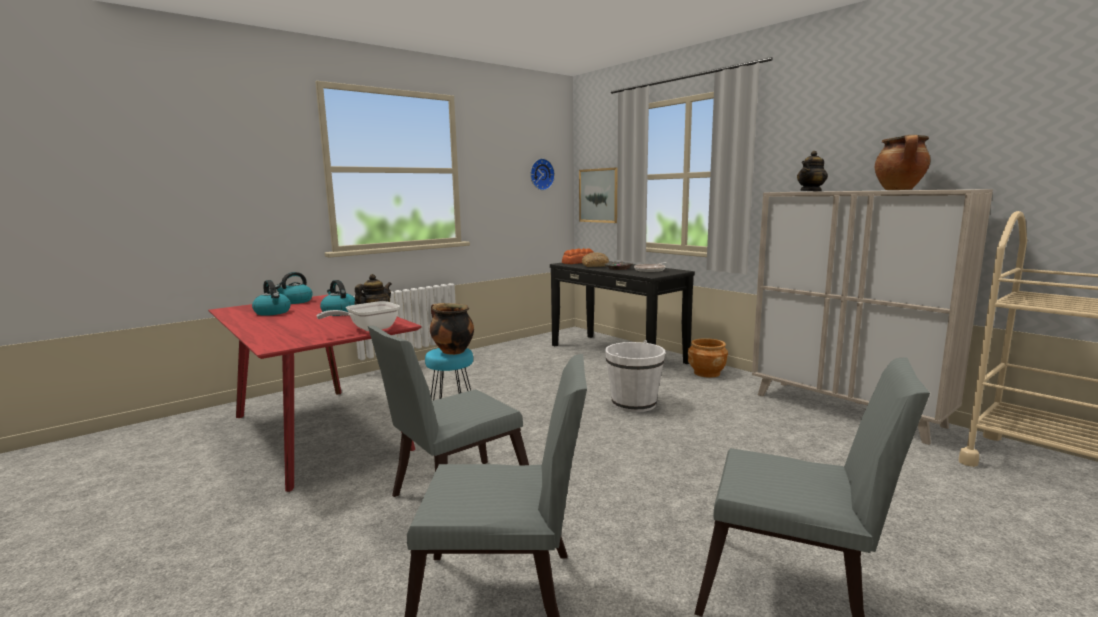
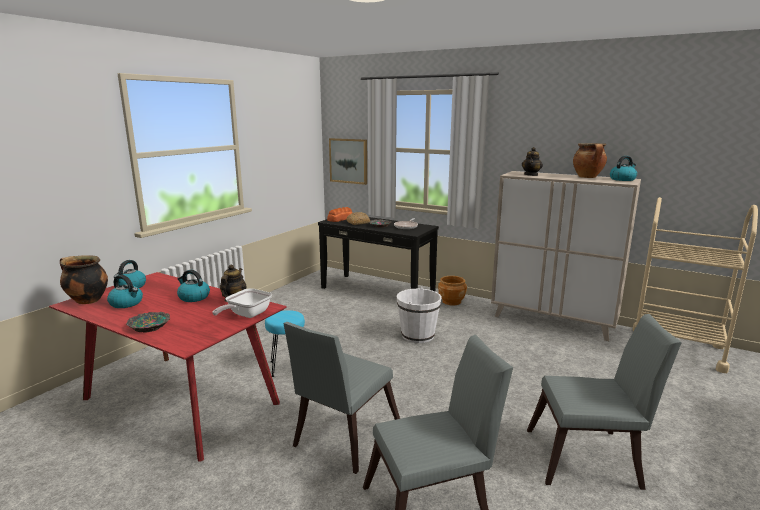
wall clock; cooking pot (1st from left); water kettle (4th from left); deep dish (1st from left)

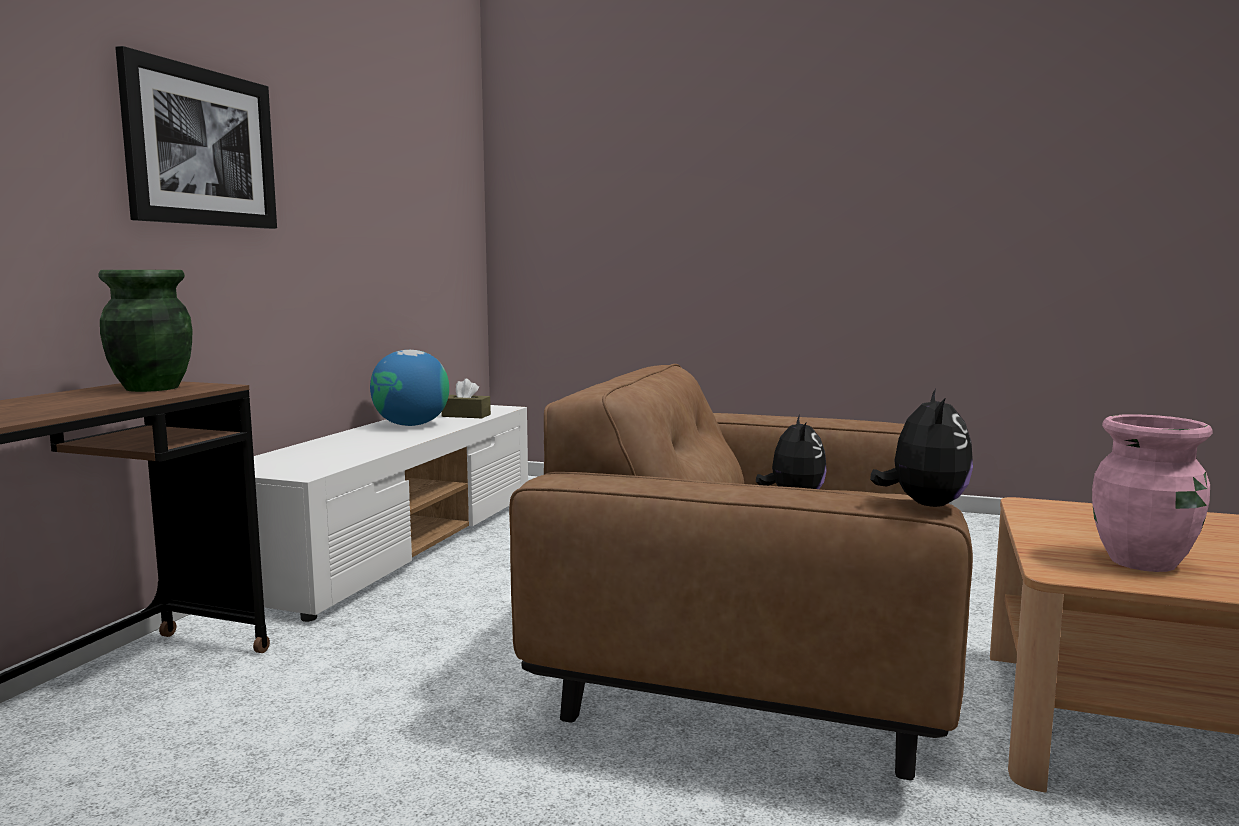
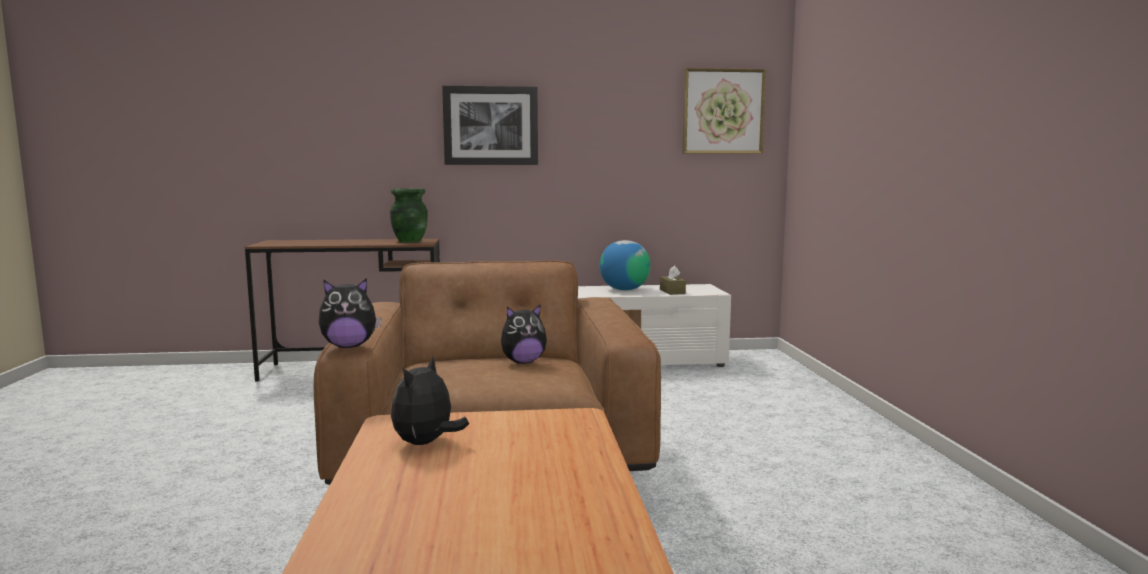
soft toy (2nd from left); wall art (2nd from left)

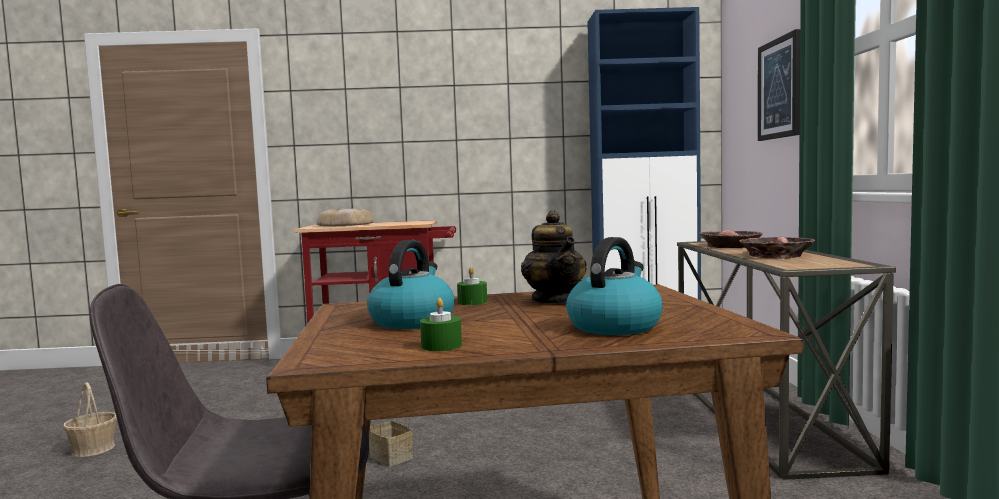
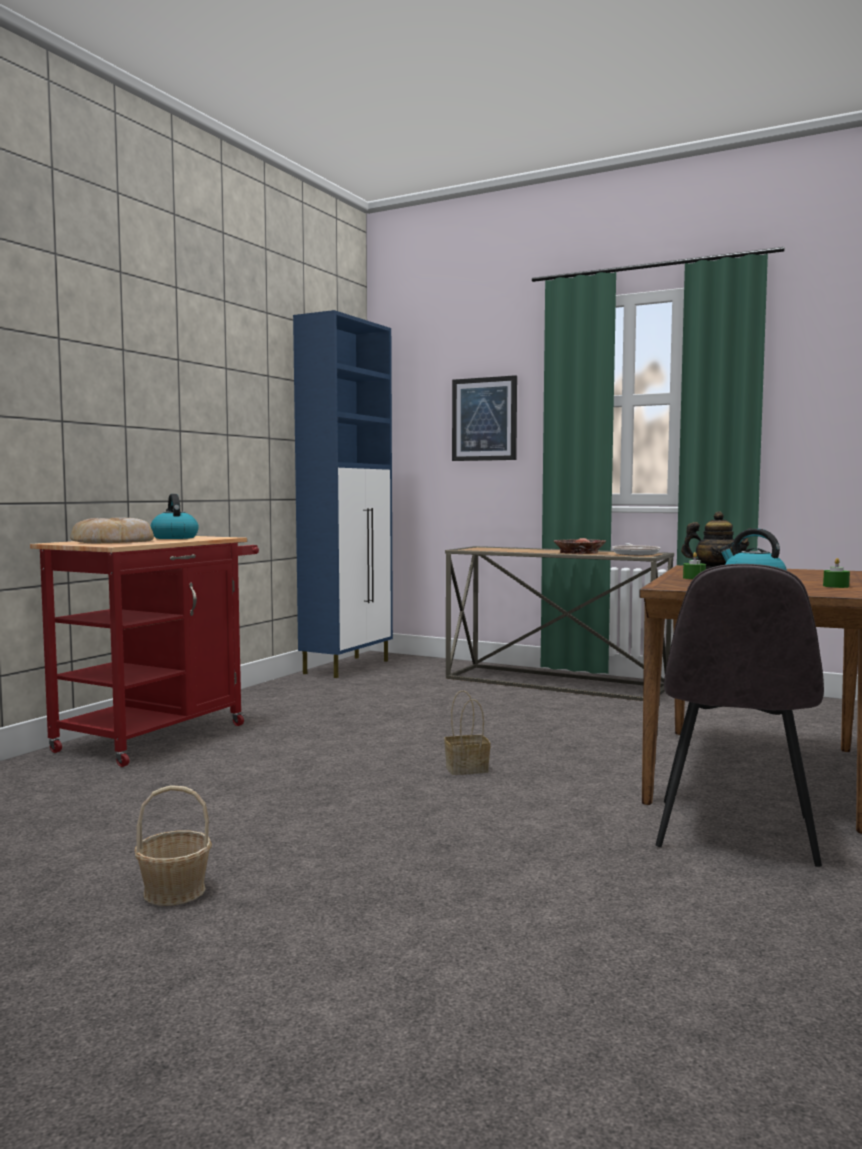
deep dish (1st from left in the first image); water kettle (1st from left); frying pan

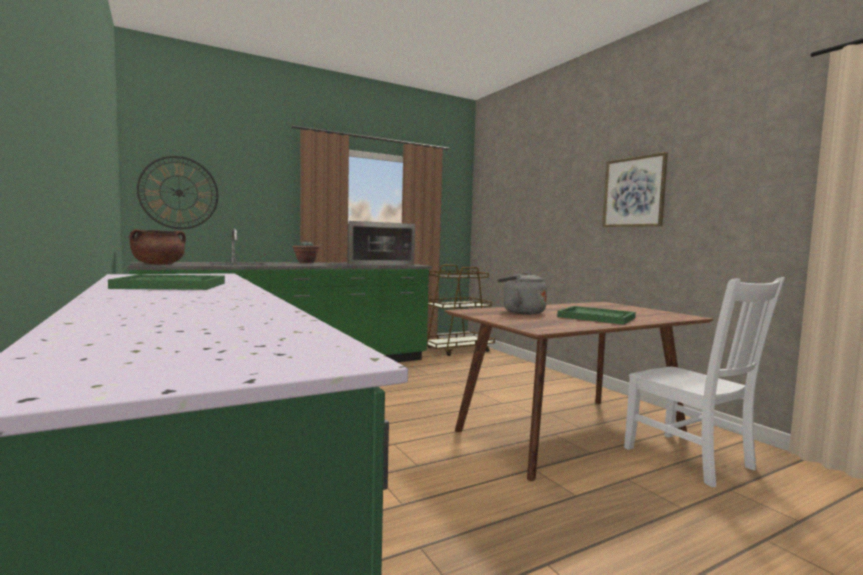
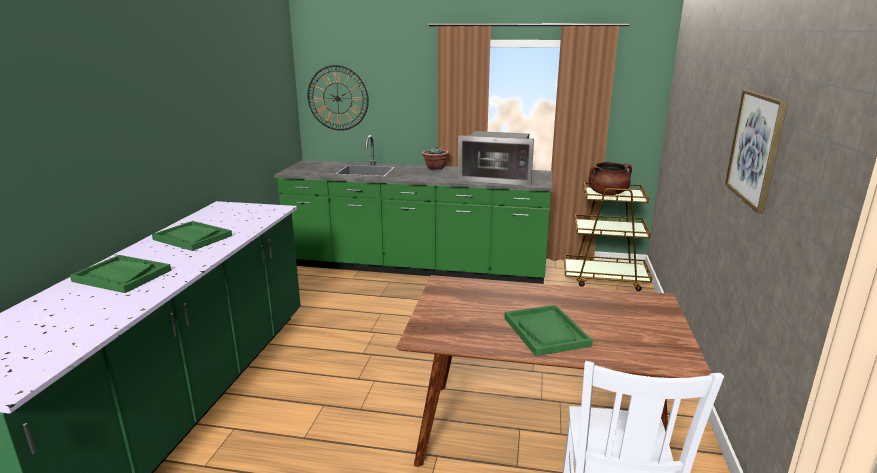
brown-coloured cooking pot; greyish water kettle; green-coloured carrying tray (1st from left)

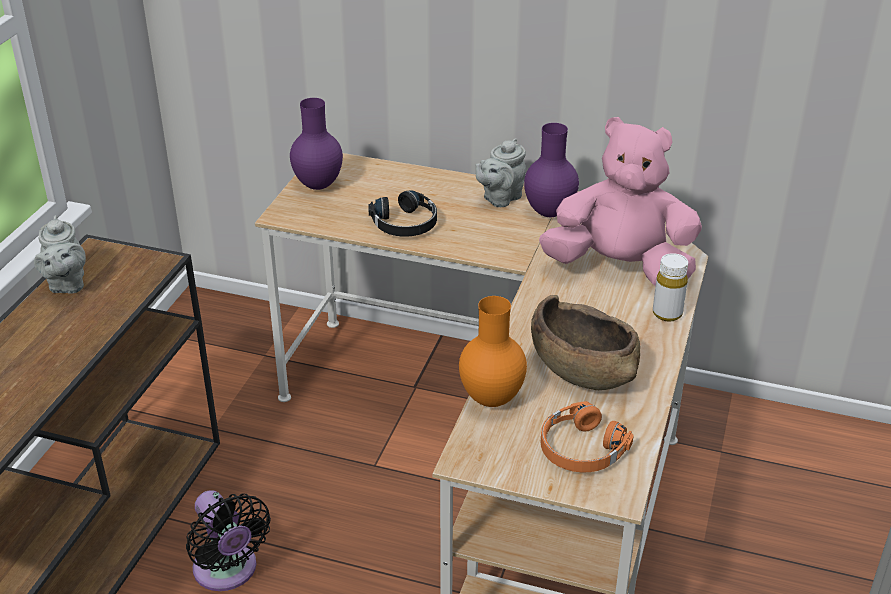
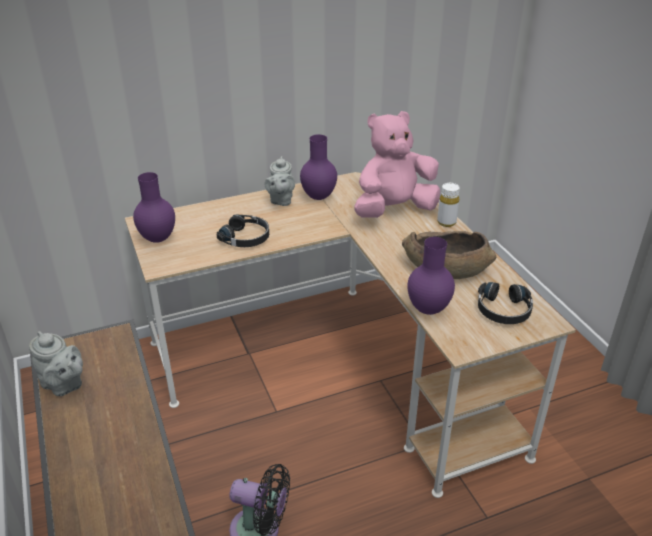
purple-coloured vase (3rd from left); black-coloured headphones (2nd from left)

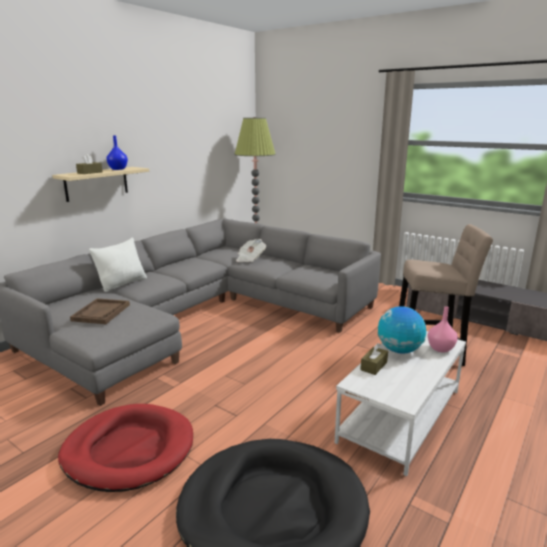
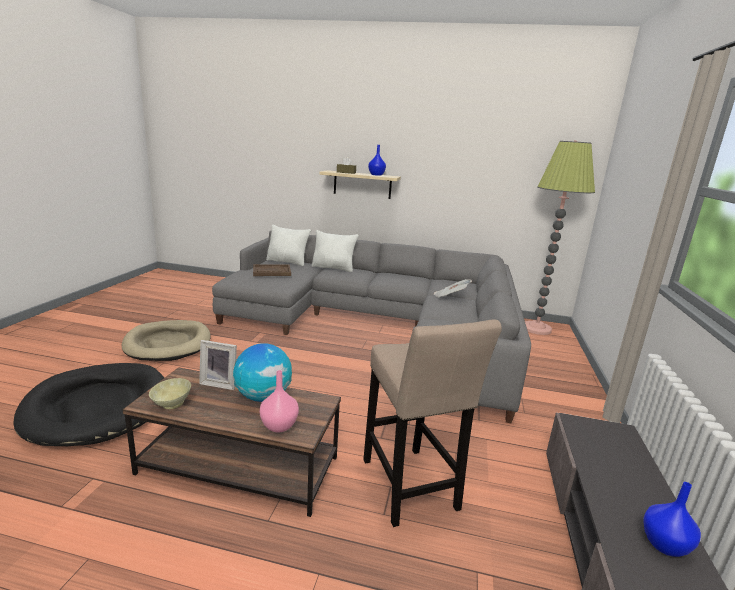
brown-coloured low table; photo frame; beige dog cushion; whitish pillow (1st from left); beige deep dish; blue vase (2nd from left)

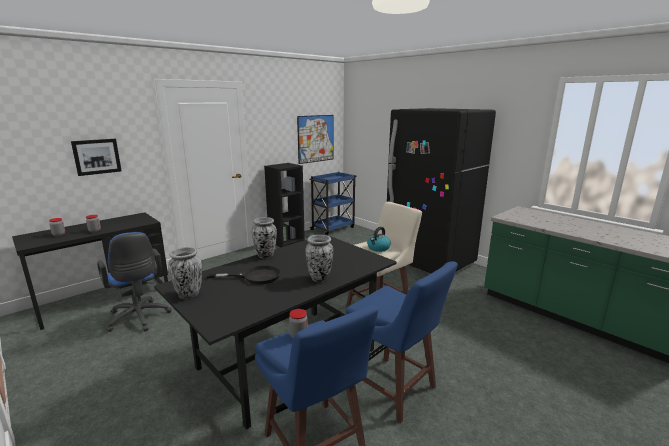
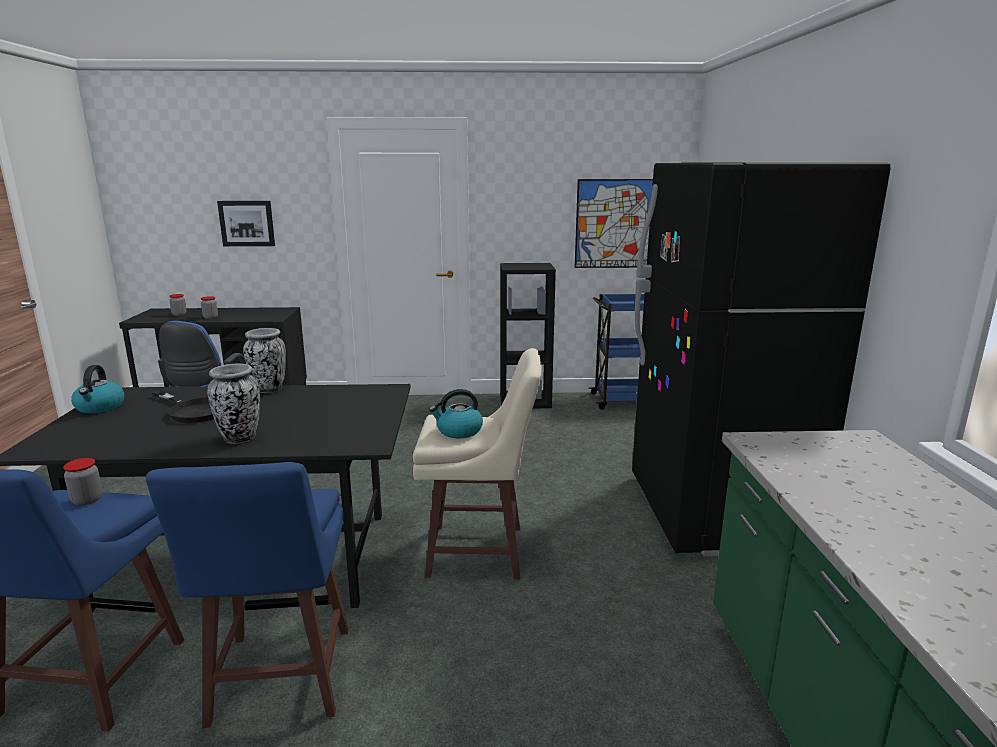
water kettle (1st from left)

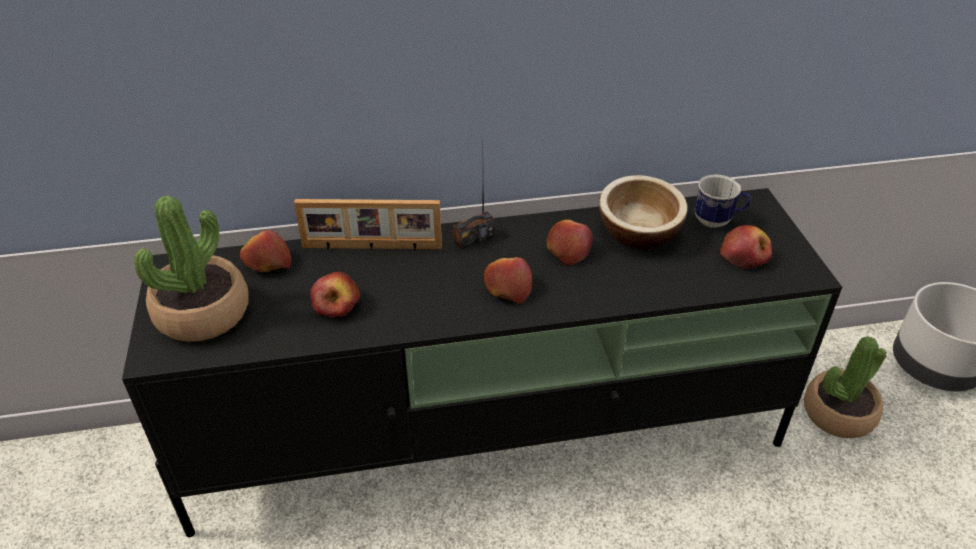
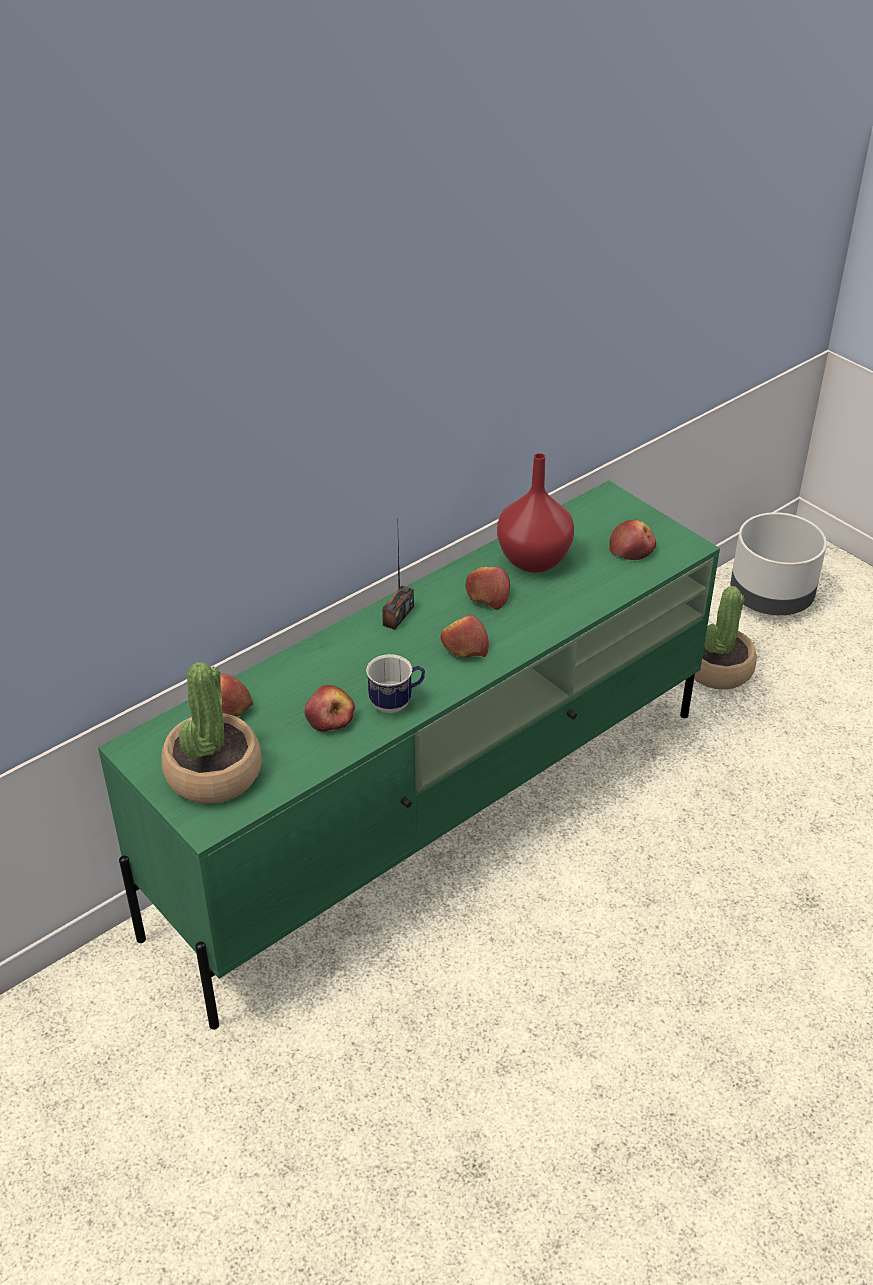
red vase; tea mug; green-coloured tv unit; photo frame

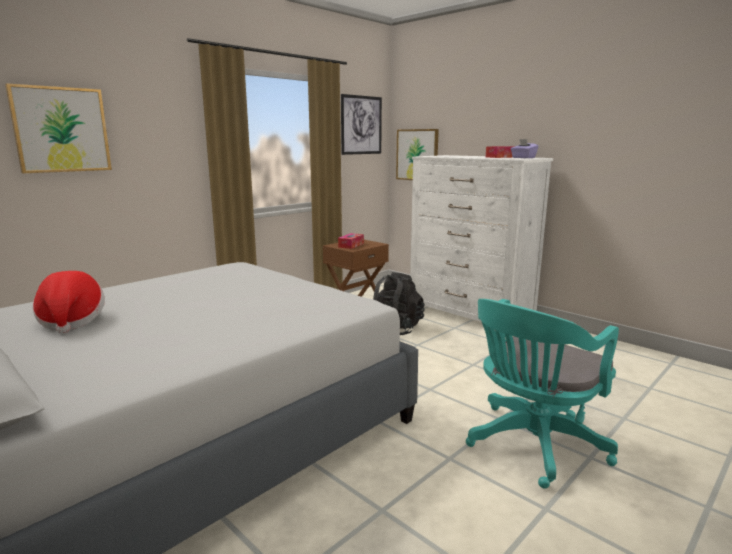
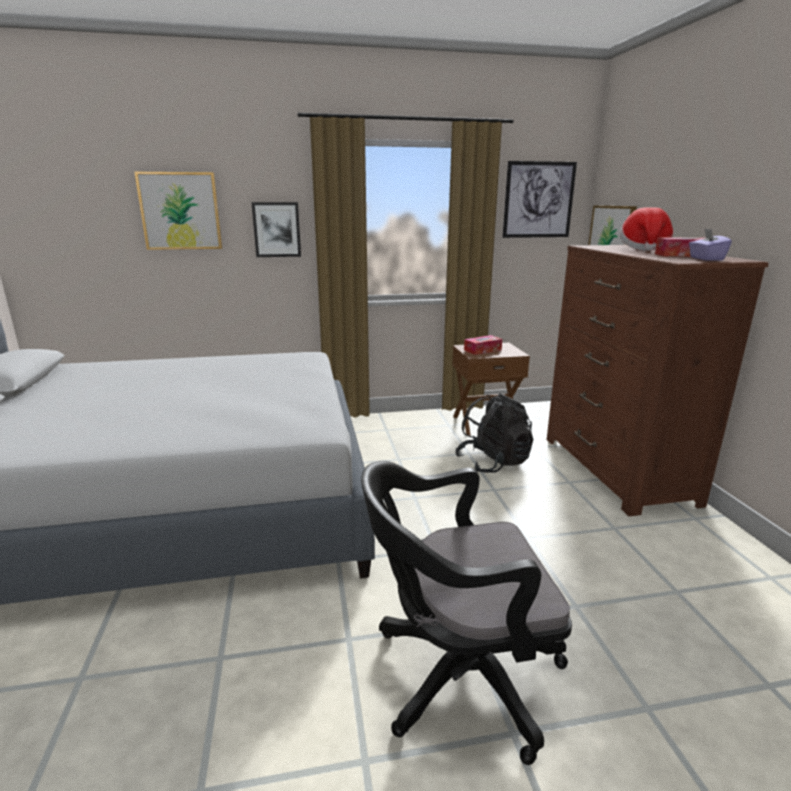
brown-coloured dresser; hat; black-coloured computer chair; wall art (2nd from left)

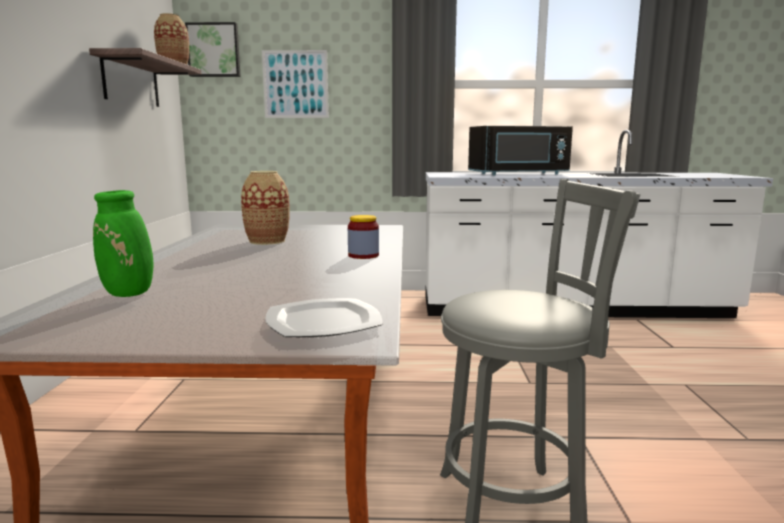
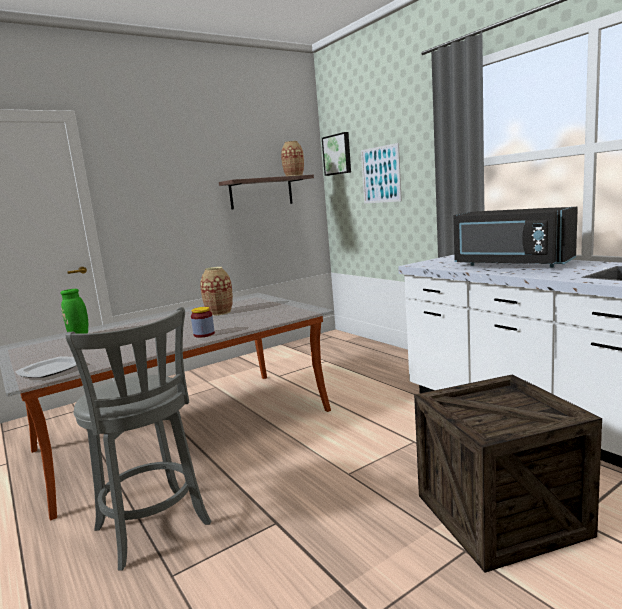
packing crate

